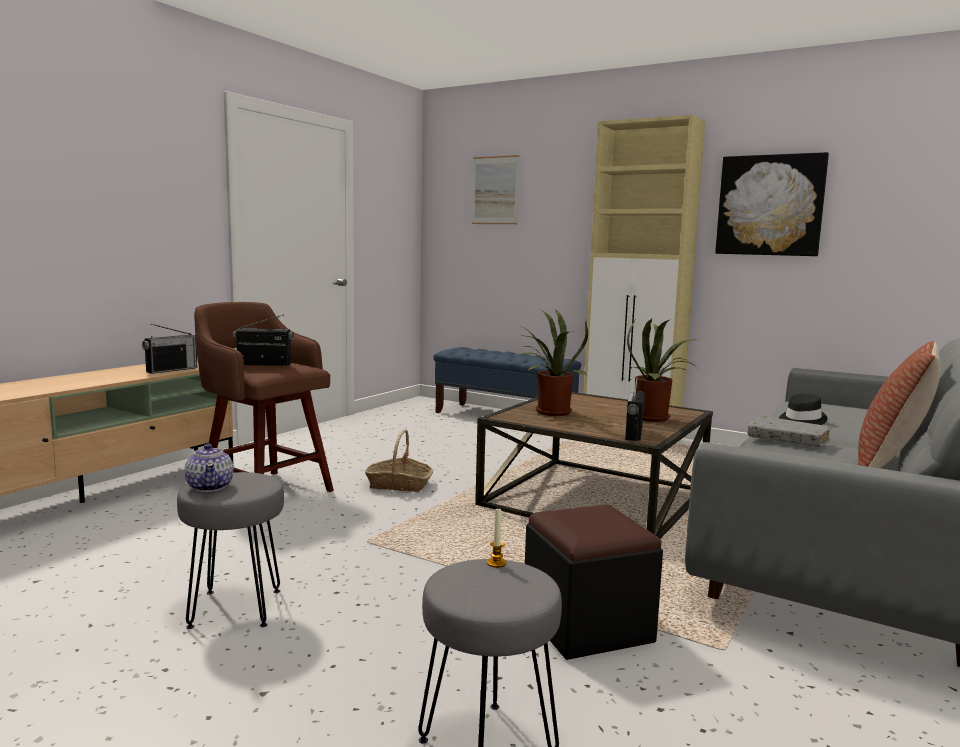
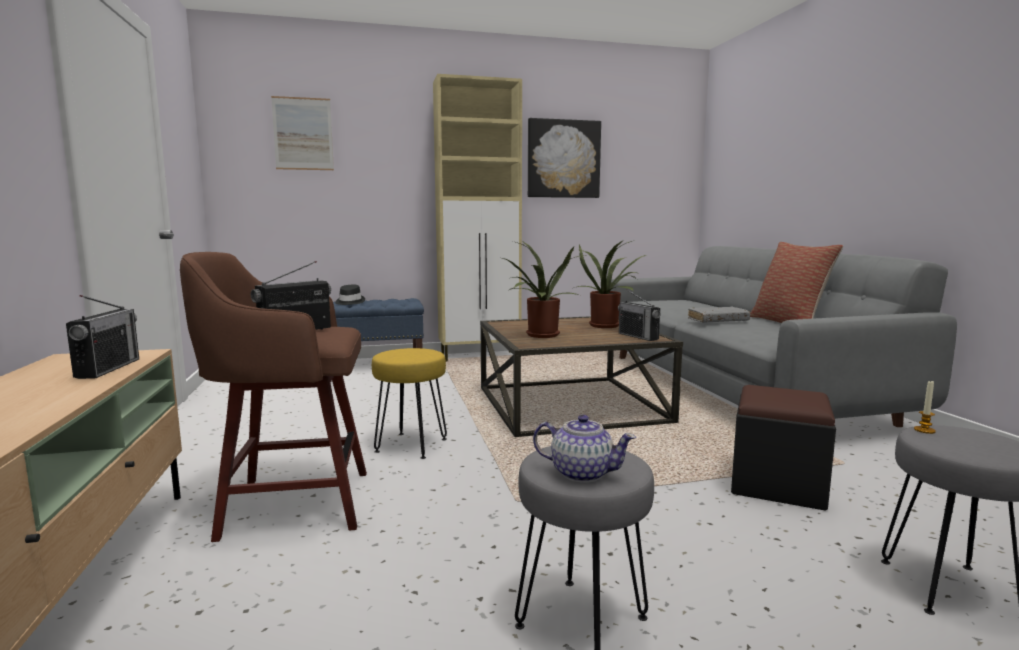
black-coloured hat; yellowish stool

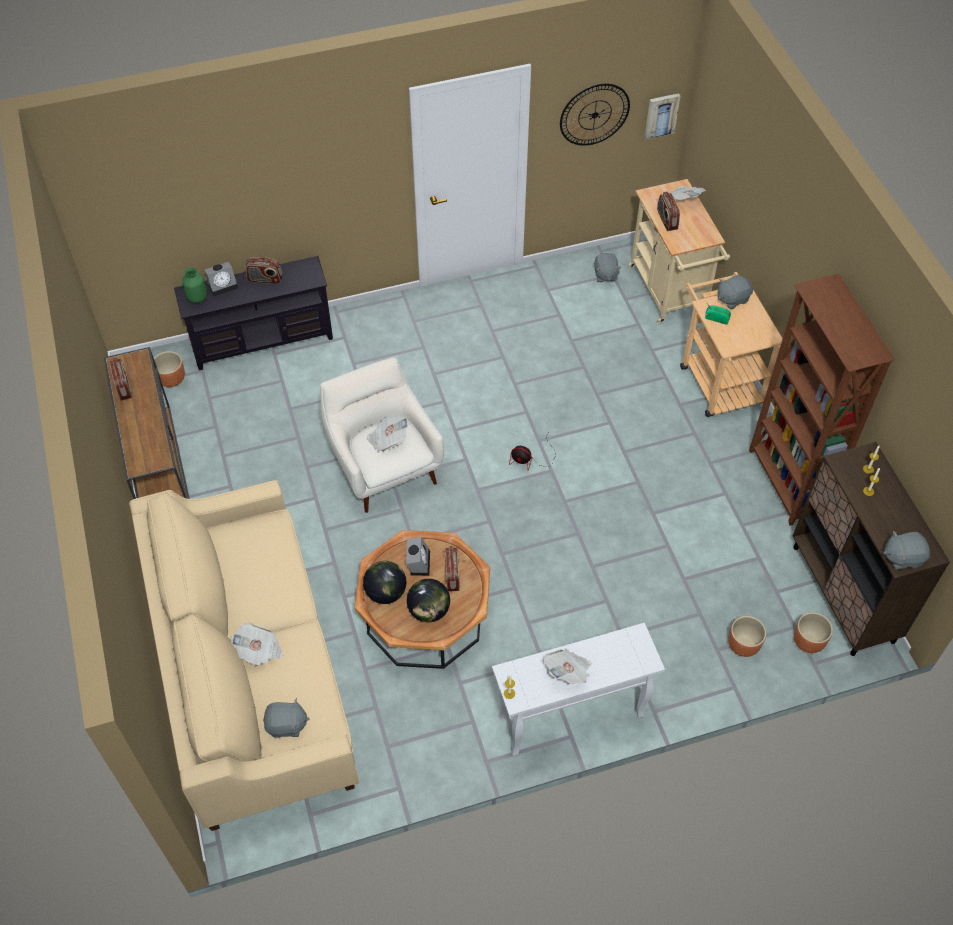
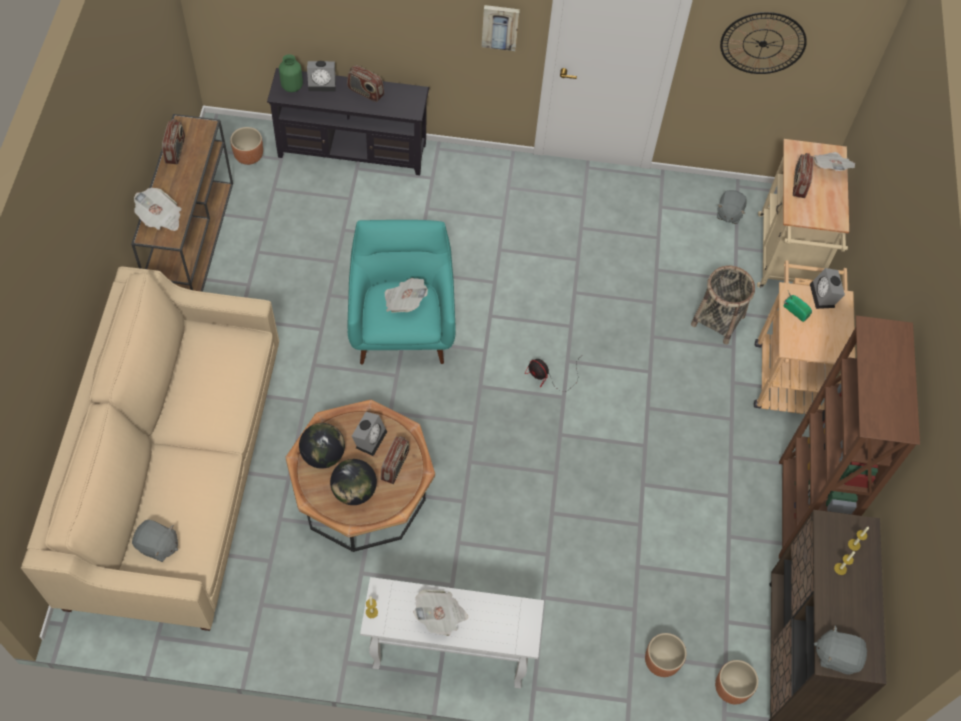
wall art; bedside clock (3rd from left); turquoise-coloured easy chair; newspaper (1st from left); basket

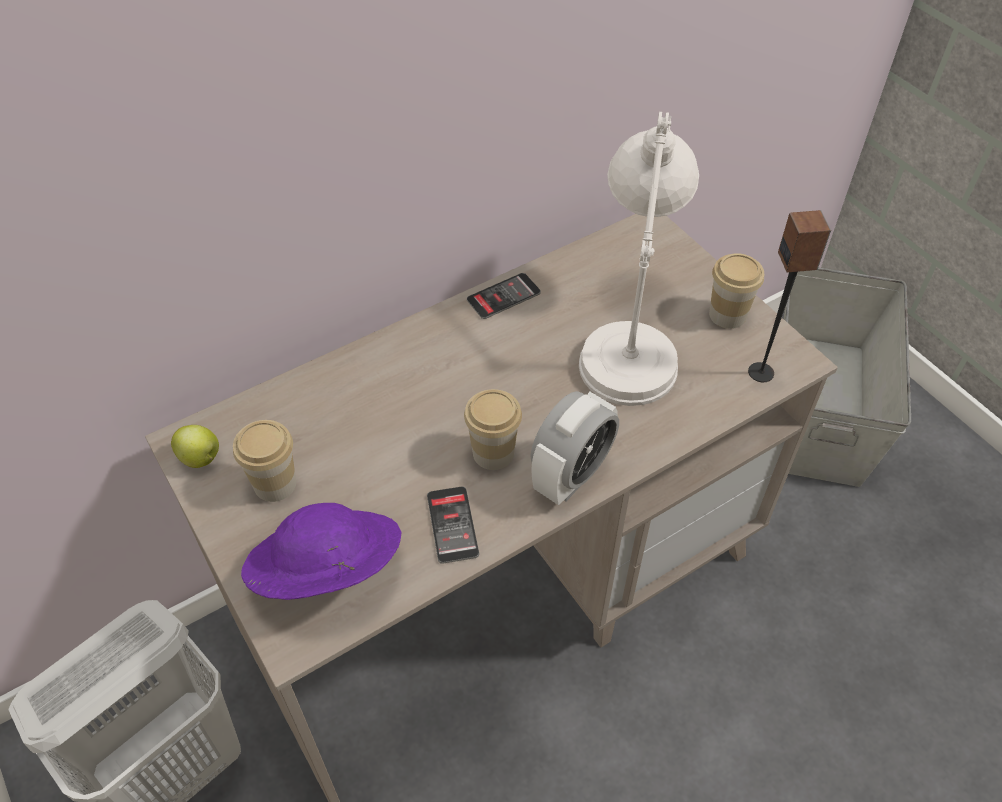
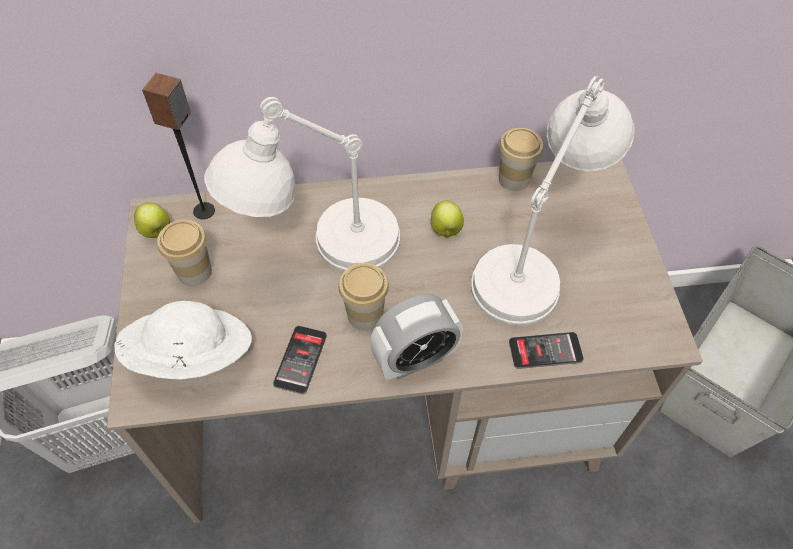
speaker; drinking cup (3rd from left); handset (2nd from left); whitish hat; whitish lamp for a table (1st from left); apple fruit (2nd from left)

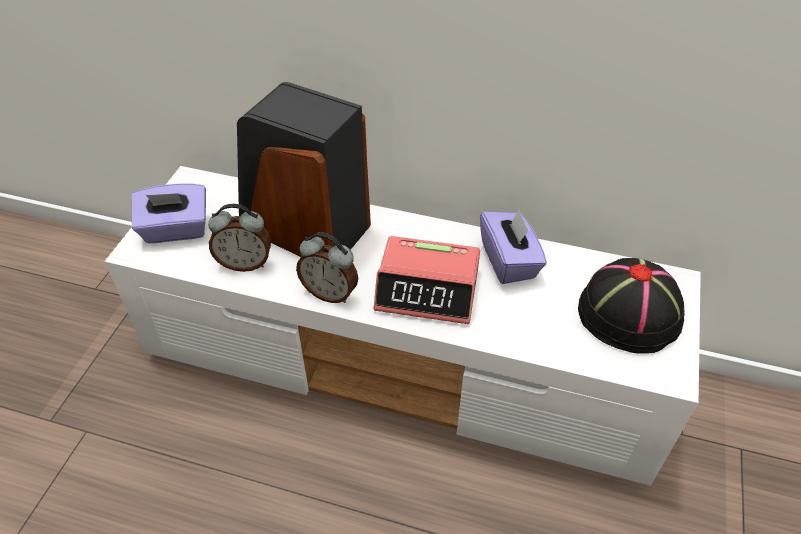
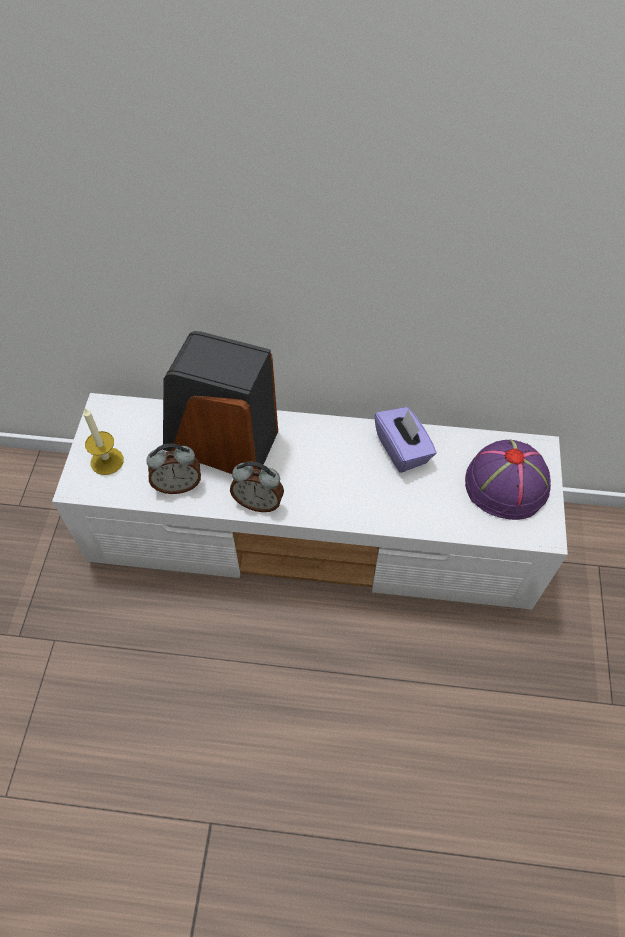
candle; bedside clock (3rd from left in the first image); purple-coloured hat

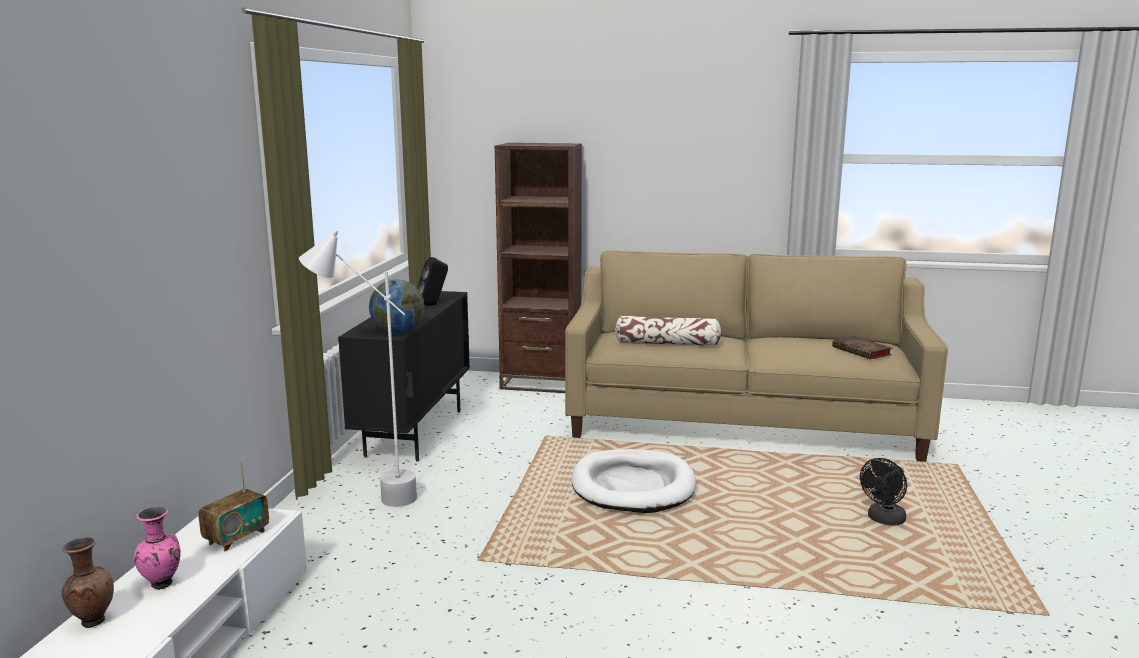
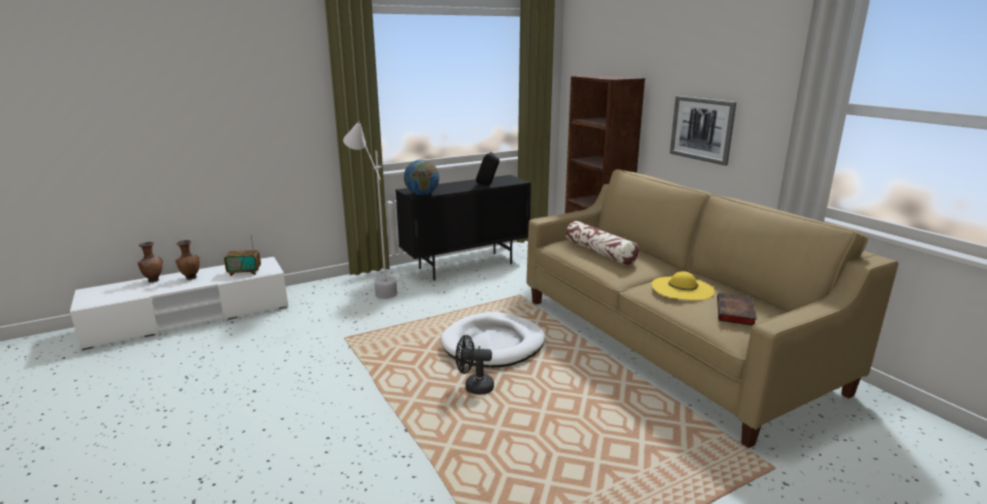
black-coloured cooling fan; brown-coloured vase (2nd from left); wall art; yellowish hat

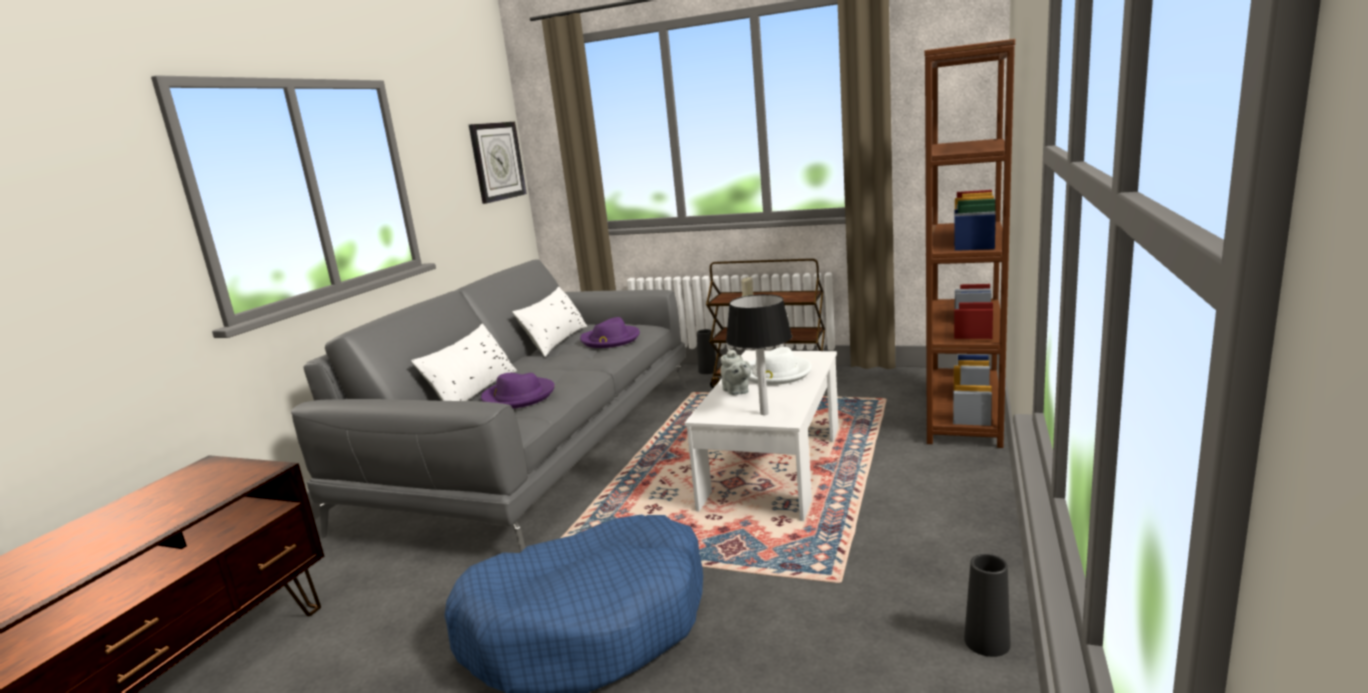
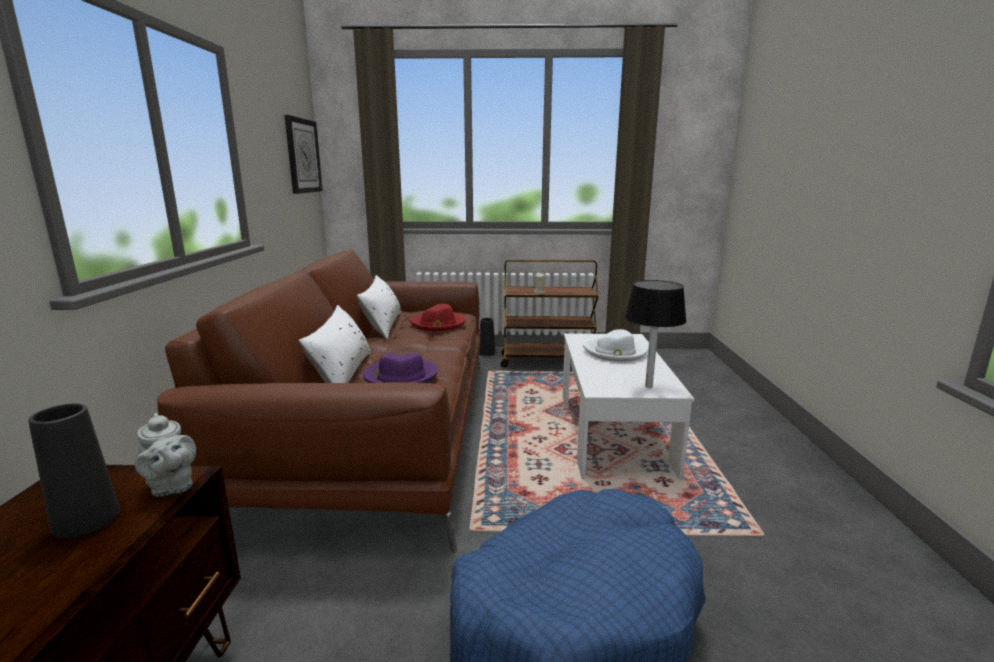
brown-coloured bookshelf; brown-coloured couch; red hat; greyish teapot; black-coloured vase (1st from left)

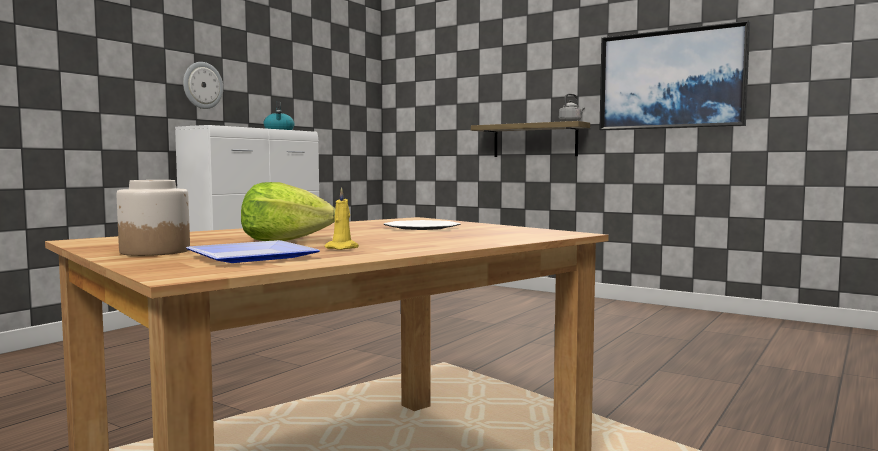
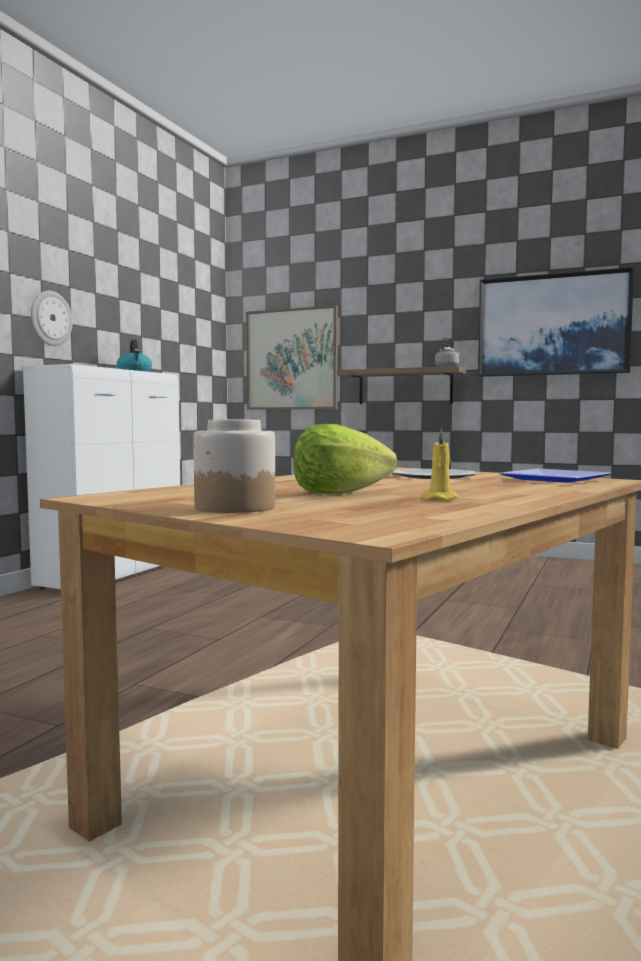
flat dish (2nd from left); wall art (1st from left)

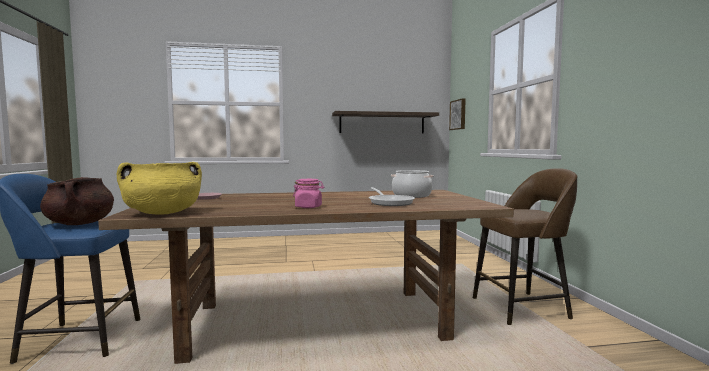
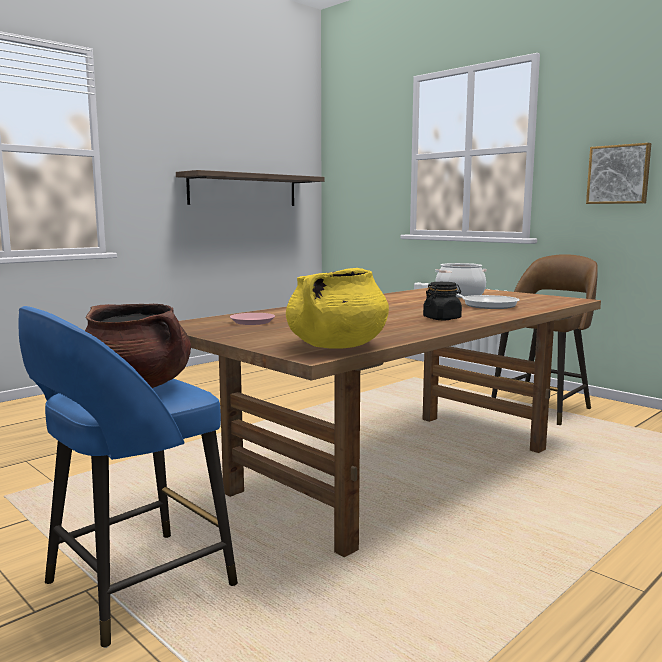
wall art; black-coloured preserve jar

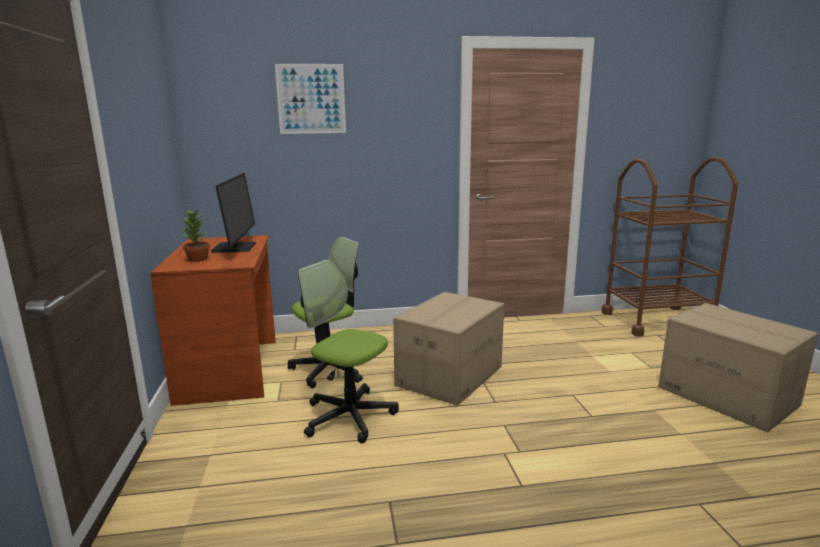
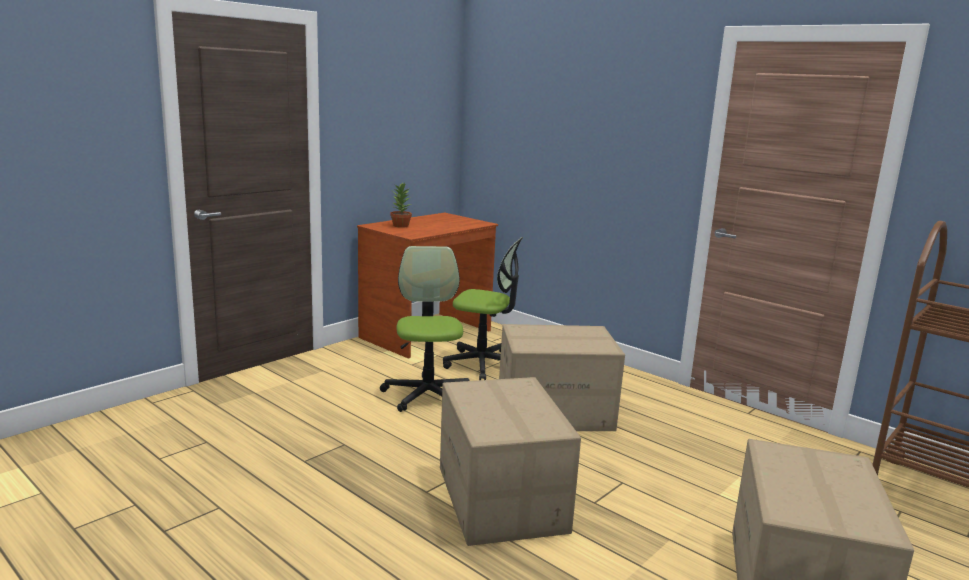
wall art; computer display; carton (1st from left)

